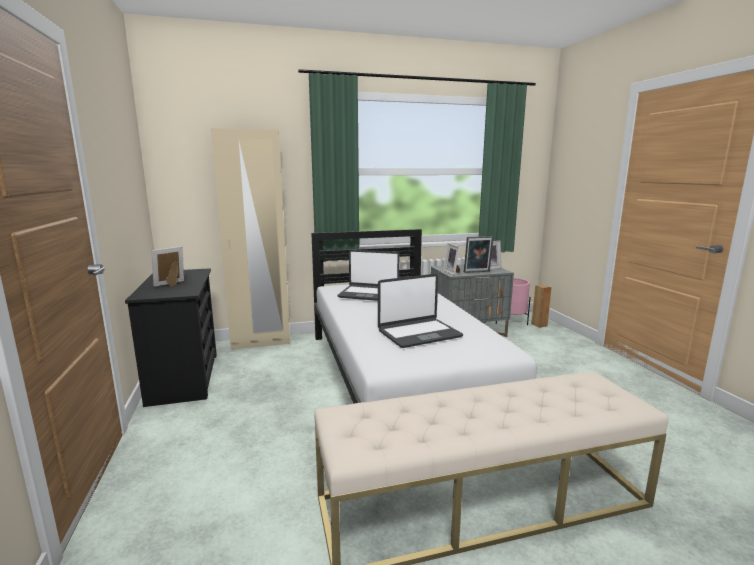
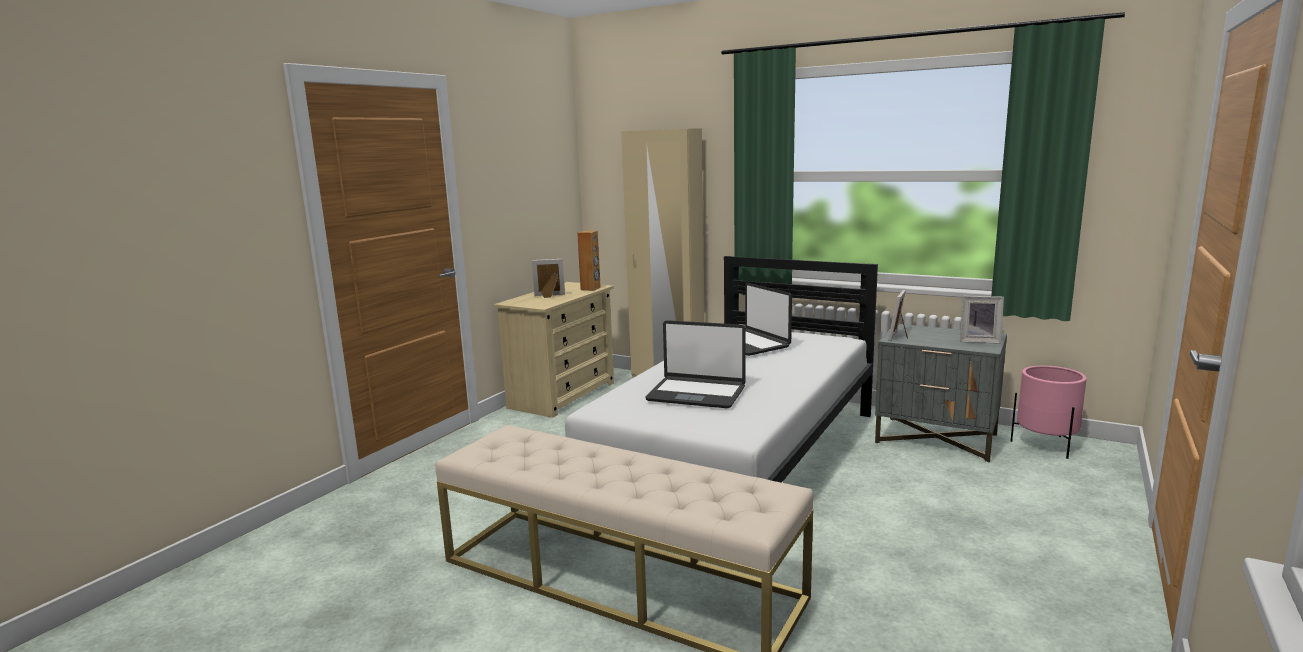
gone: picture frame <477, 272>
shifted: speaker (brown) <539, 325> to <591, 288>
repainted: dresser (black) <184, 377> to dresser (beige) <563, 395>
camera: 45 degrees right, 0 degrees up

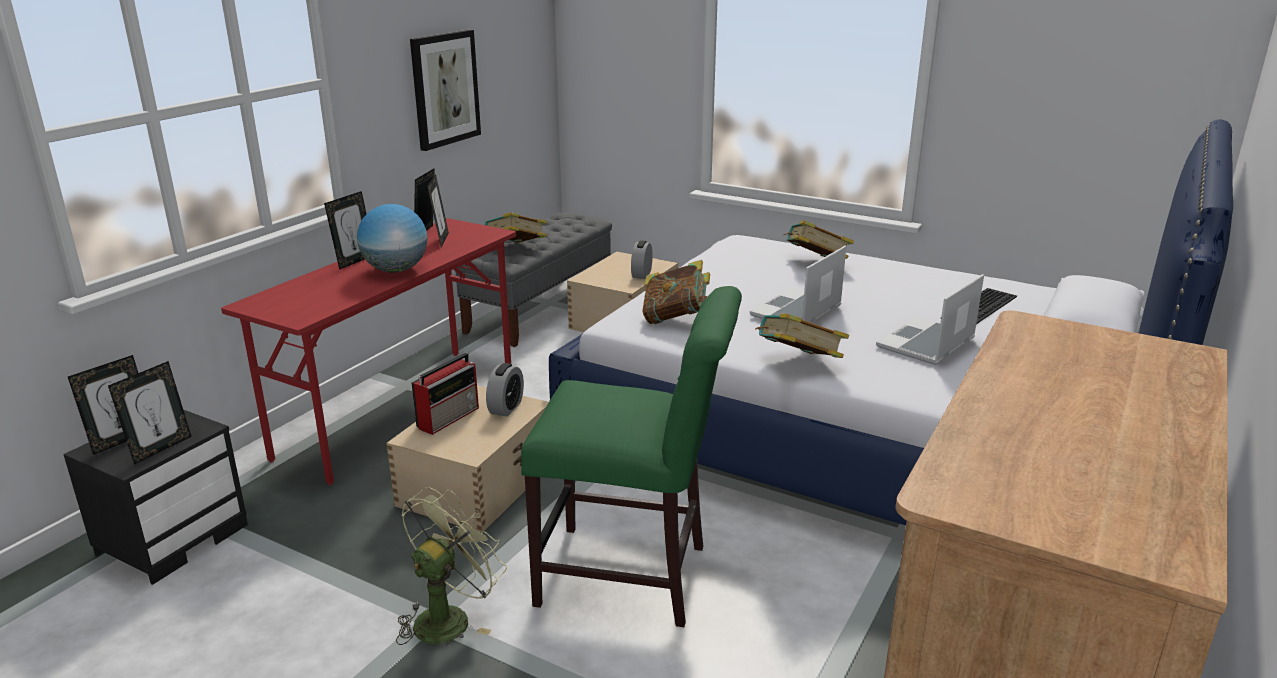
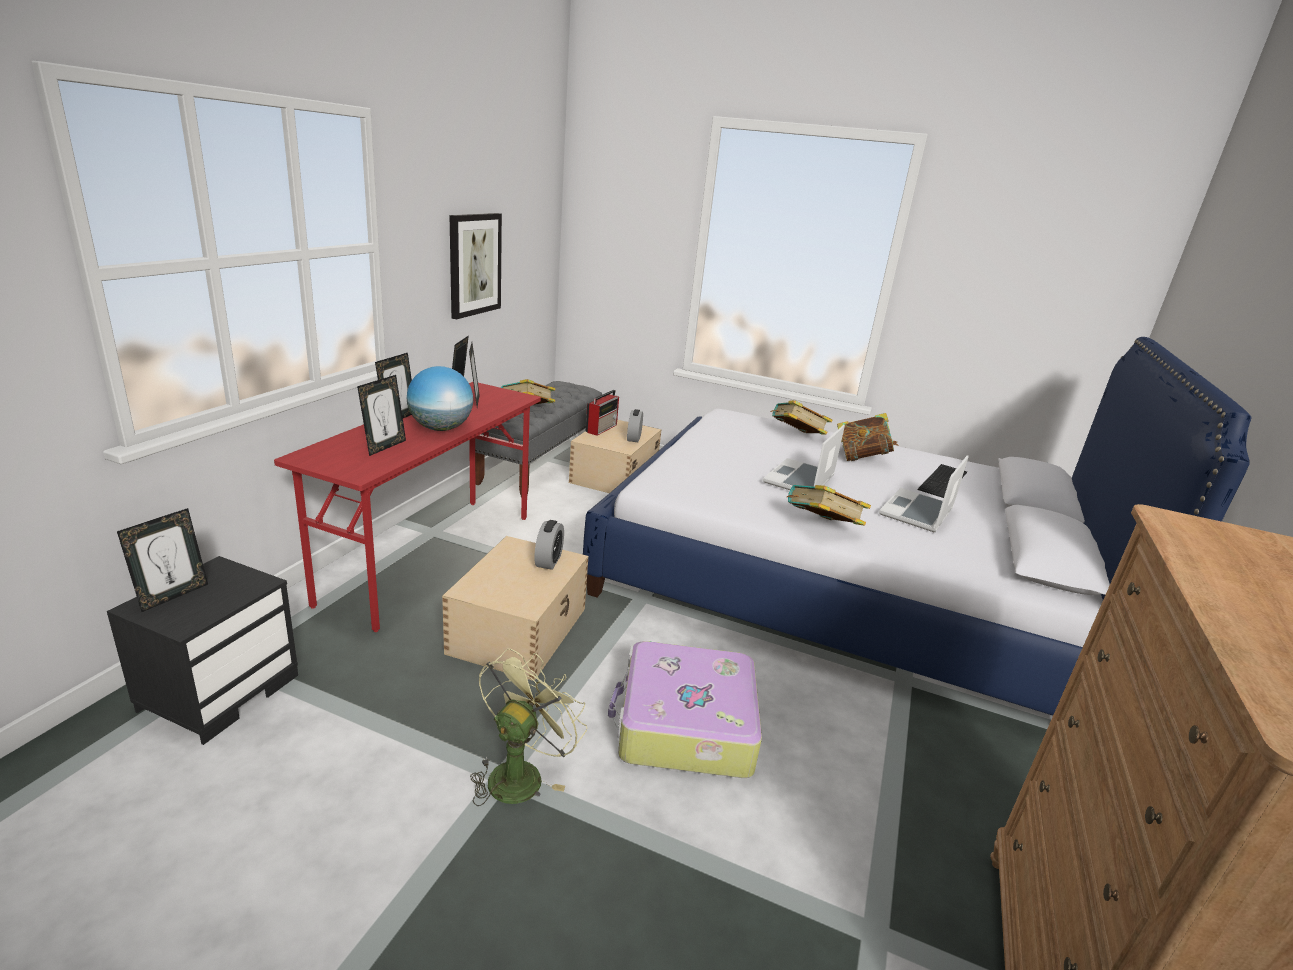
shifted: book <676, 318> to <861, 457>; radio <449, 417> to <602, 428>; picture frame <160, 448> to <384, 447>
swapped: chair (green) <633, 577> to suitcase <684, 725>
camera: 10 degrees left, 0 degrees up

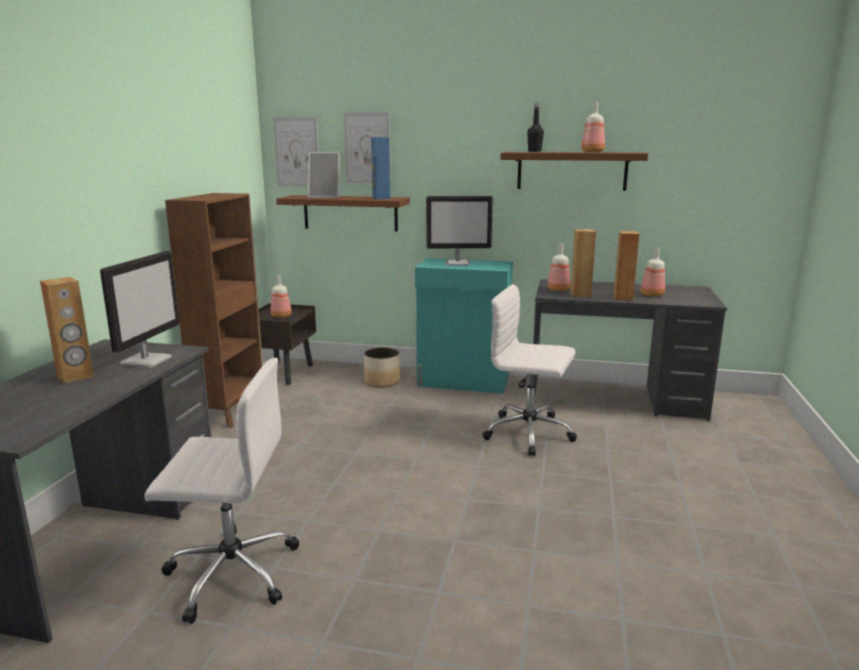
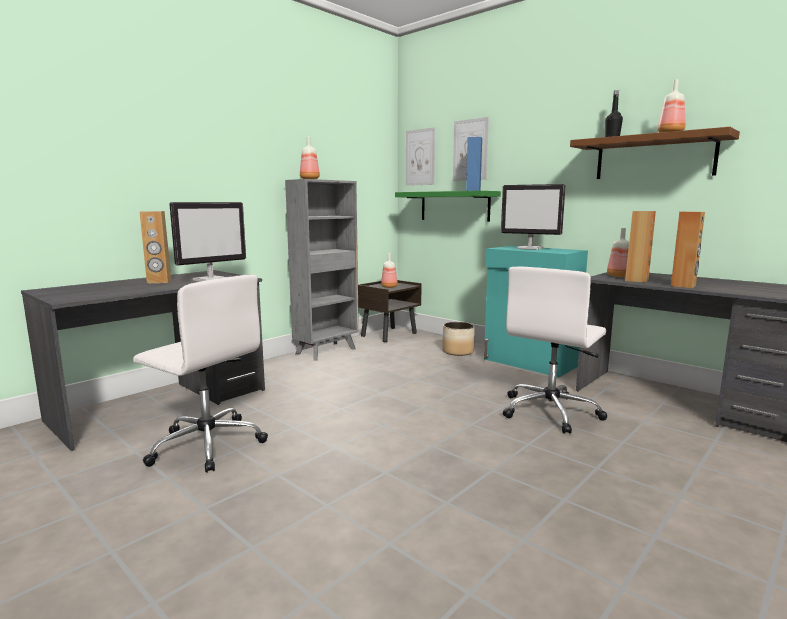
gone: picture frame <325, 197>
shifted: bottle <651, 295> to <309, 179>
repainted: bookcase (brown) <231, 411> to bookcase (grey) <327, 351>; shelf (brown) <350, 213> to shelf (green) <454, 206>
rotated: office chair (white) <530, 433> = <550, 411> 105 degrees counterclockwise
camera: 30 degrees right, 5 degrees down

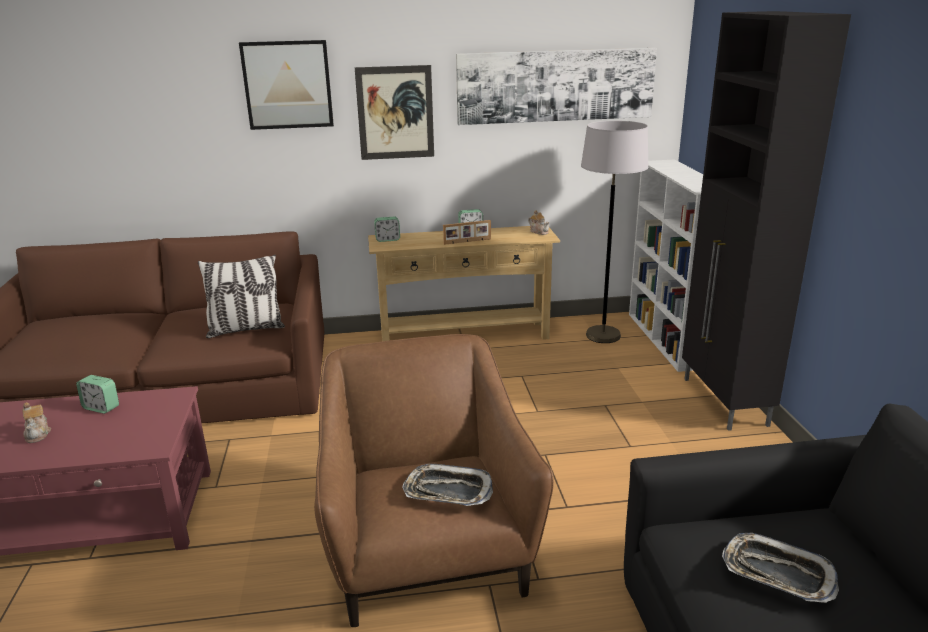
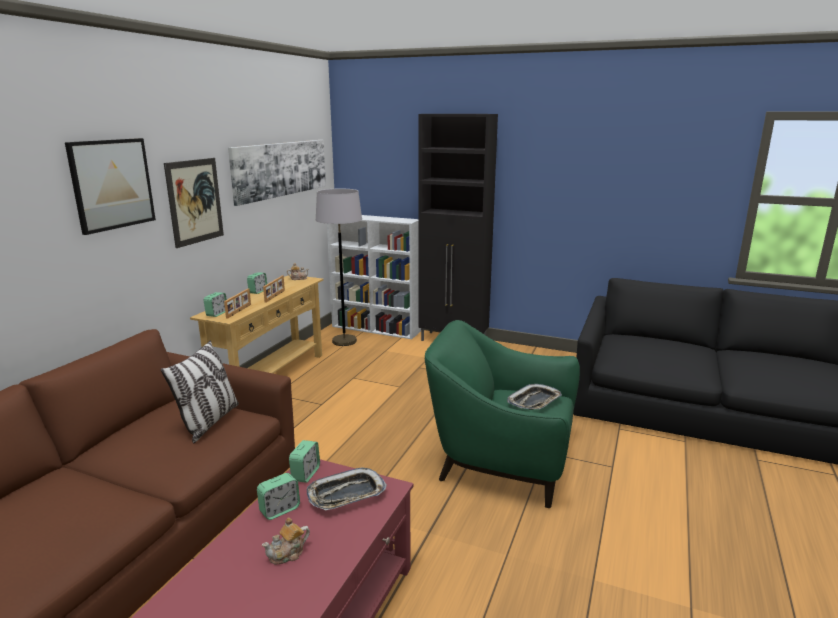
new: picture frame <239, 311>; alarm clock <305, 474>
shifted: tray <777, 574> to <346, 494>
repainted: armchair (brown) <427, 551> to armchair (green) <501, 463>
rotated: teapot <38, 433> = <287, 554> 135 degrees clockwise
camera: 60 degrees left, 5 degrees down

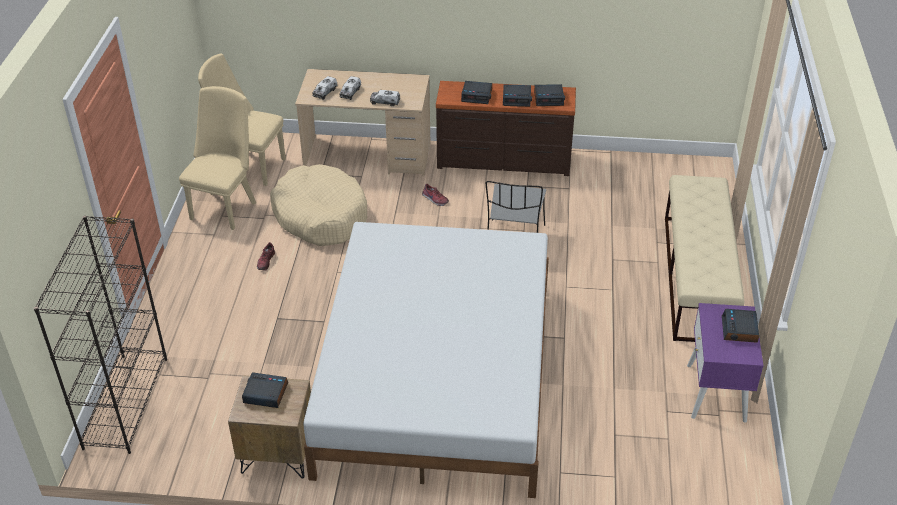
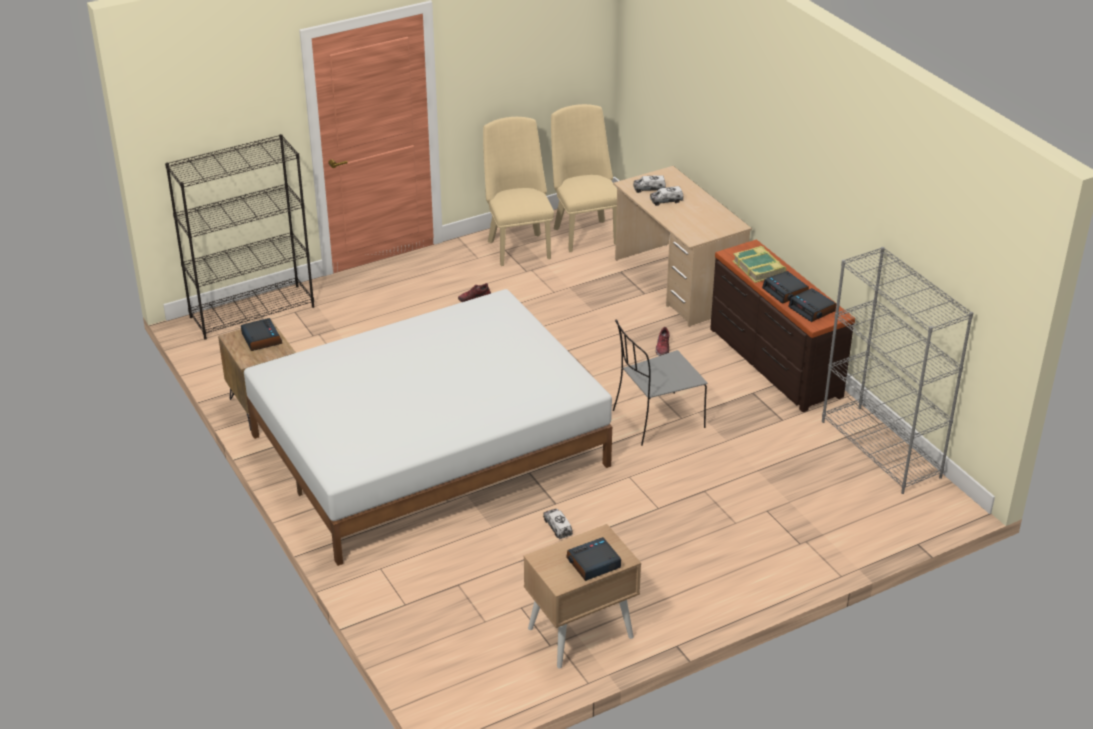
gone: dog bed (beige) <321, 216>; bench (beige) <696, 278>
new: bookcase (grey) <881, 449>
shifted: toy truck <385, 102> to <557, 527>
swapped: alarm clock <477, 95> to book <759, 268>
repainted: nightstand (purple) <716, 393> to nightstand (beige) <580, 633>
rotated: chair (beige) <225, 207> = <518, 246> 90 degrees counterclockwise
camera: 55 degrees right, 5 degrees down

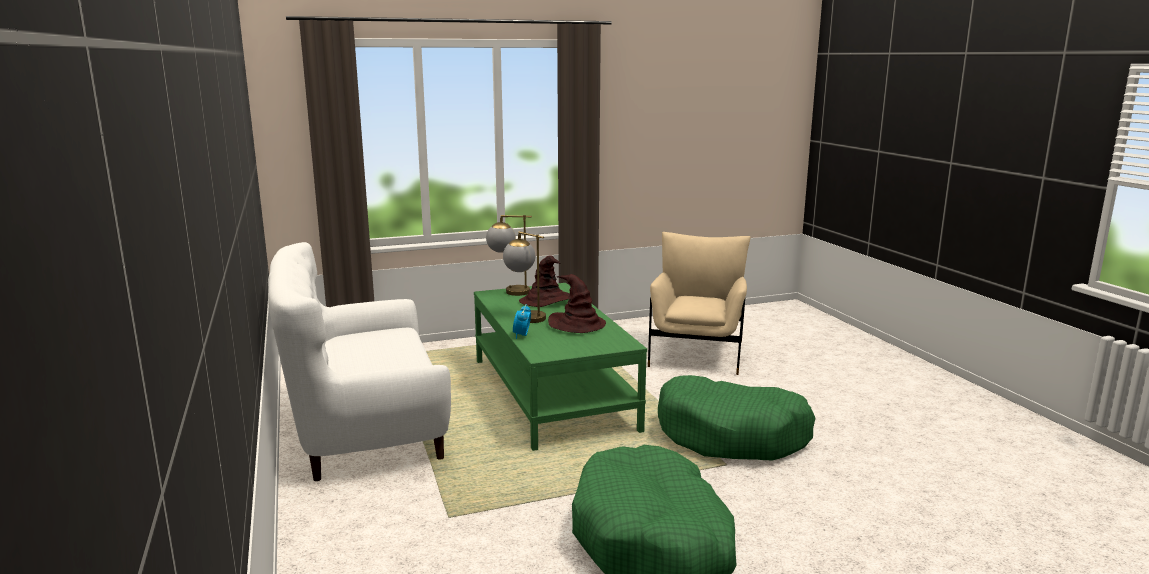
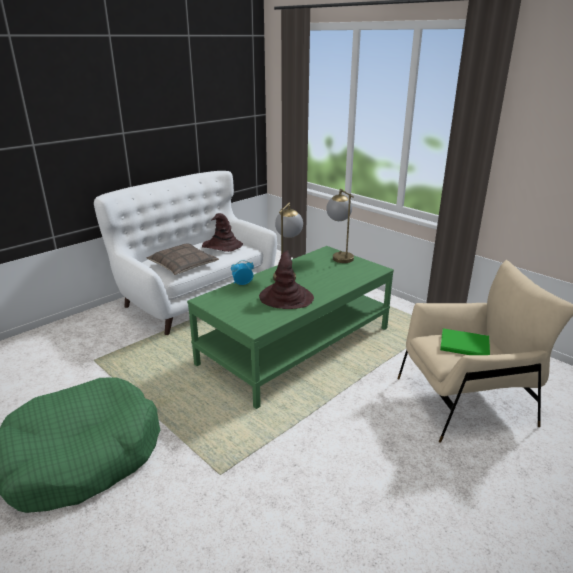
gone: dog bed (green) <732, 435>
new: pillow <183, 266>; book (green) <466, 346>
shifted: hat (brown) <546, 300> to <222, 246>
camera: 65 degrees right, 10 degrees up

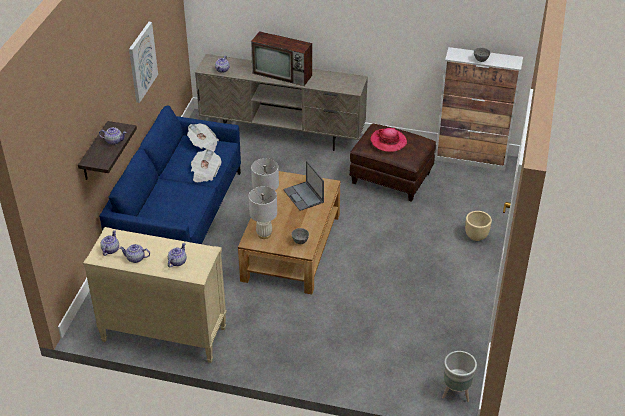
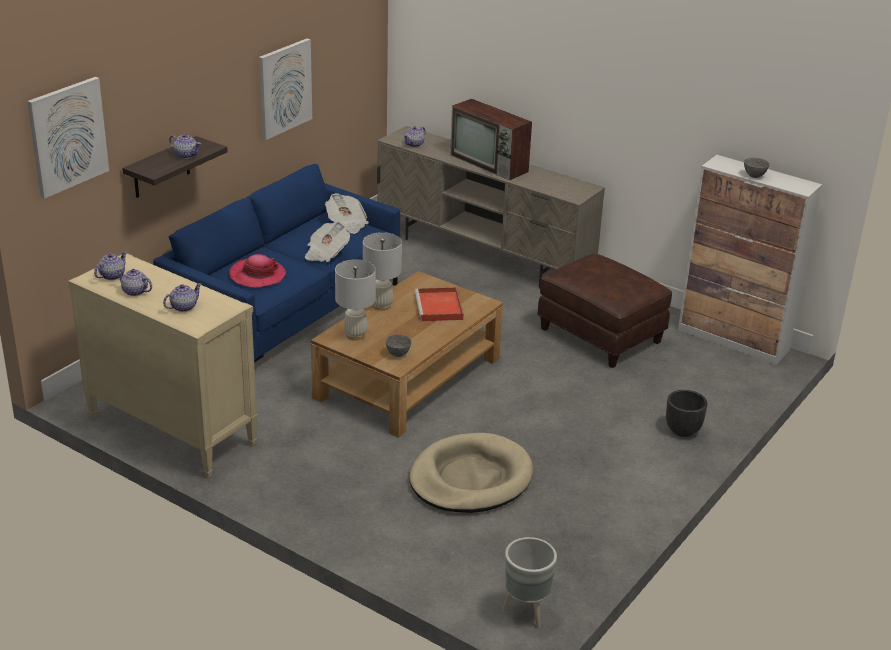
new: picture <67, 136>; dog bed (beige) <470, 478>
shifted: hat <388, 141> to <257, 275>
swapped: laptop <304, 196> to tray (red) <439, 307>
repainted: planter (beige) <476, 236> to planter (black) <683, 430>
camera: 20 degrees right, 10 degrees down

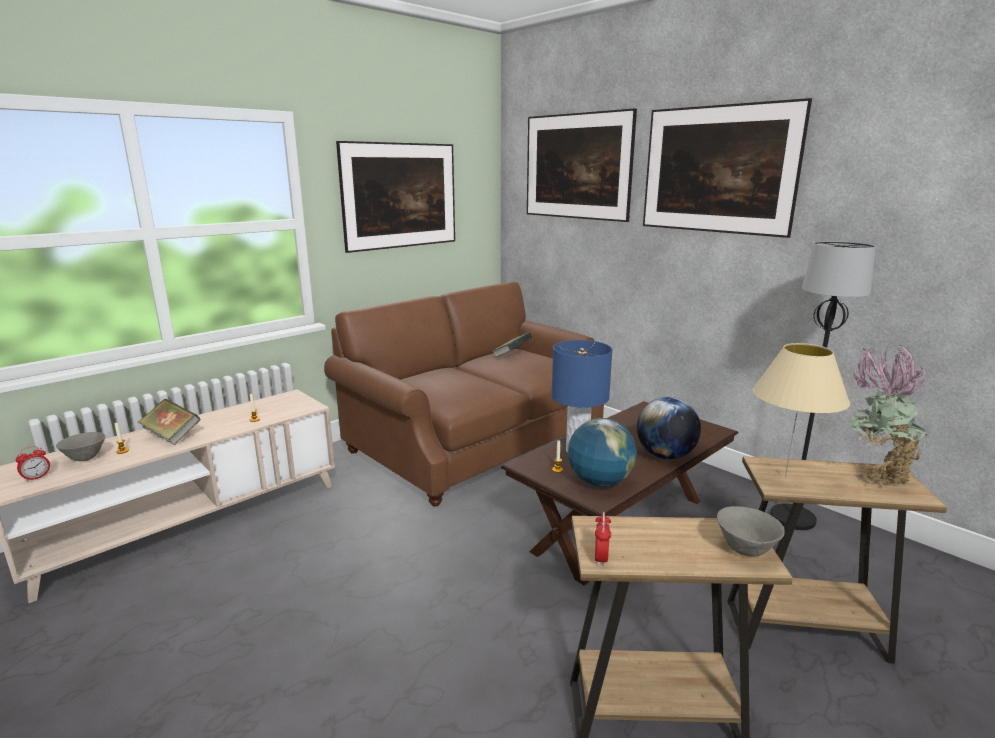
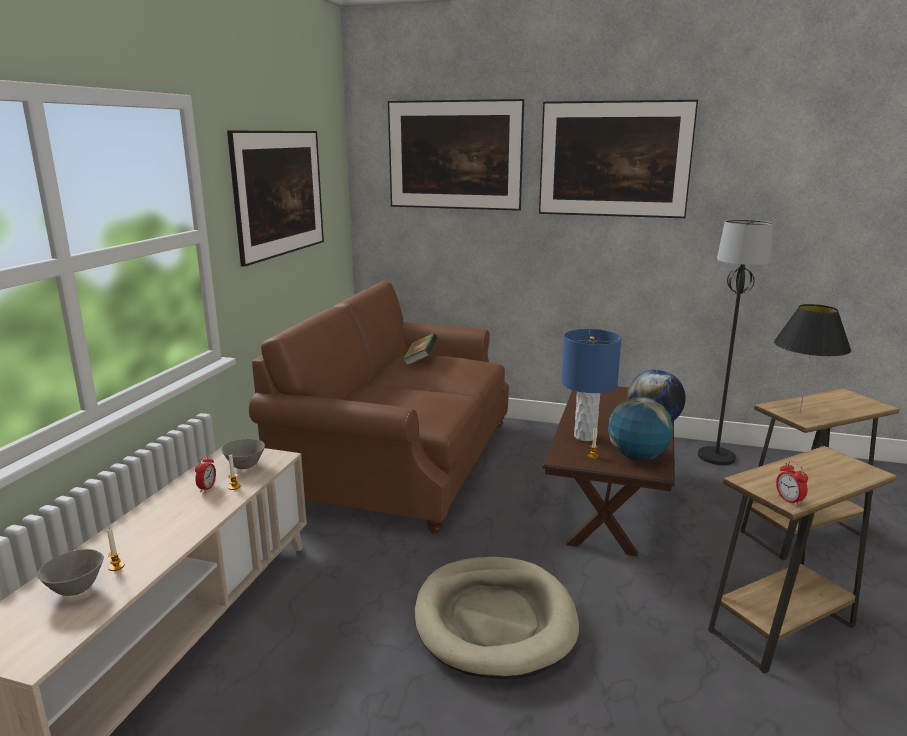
gone: potted plant <874, 475>; book <172, 436>
new: dog bed (beige) <494, 620>
shifted: alarm clock <36, 477> to <207, 488>; bowl (grey) <746, 550> to <245, 466>
repainted: table lamp (beige) <785, 477> to table lamp (black) <800, 413>
camera: 30 degrees left, 0 degrees up

